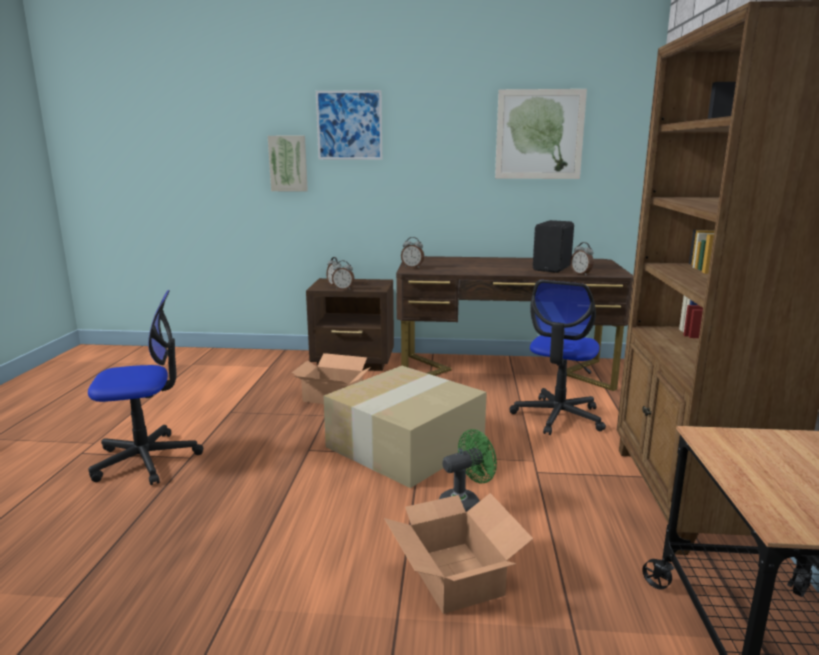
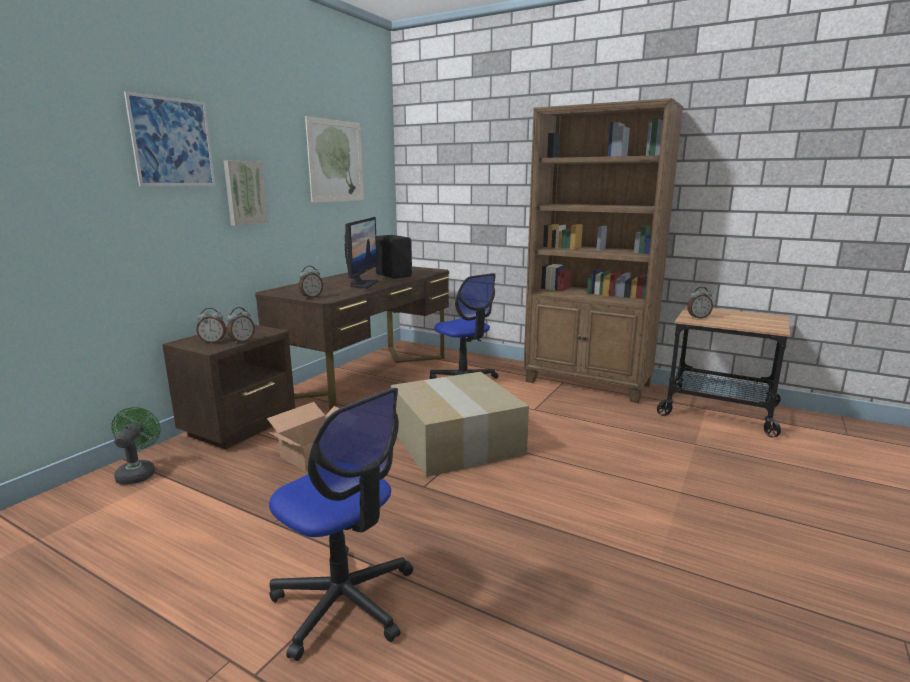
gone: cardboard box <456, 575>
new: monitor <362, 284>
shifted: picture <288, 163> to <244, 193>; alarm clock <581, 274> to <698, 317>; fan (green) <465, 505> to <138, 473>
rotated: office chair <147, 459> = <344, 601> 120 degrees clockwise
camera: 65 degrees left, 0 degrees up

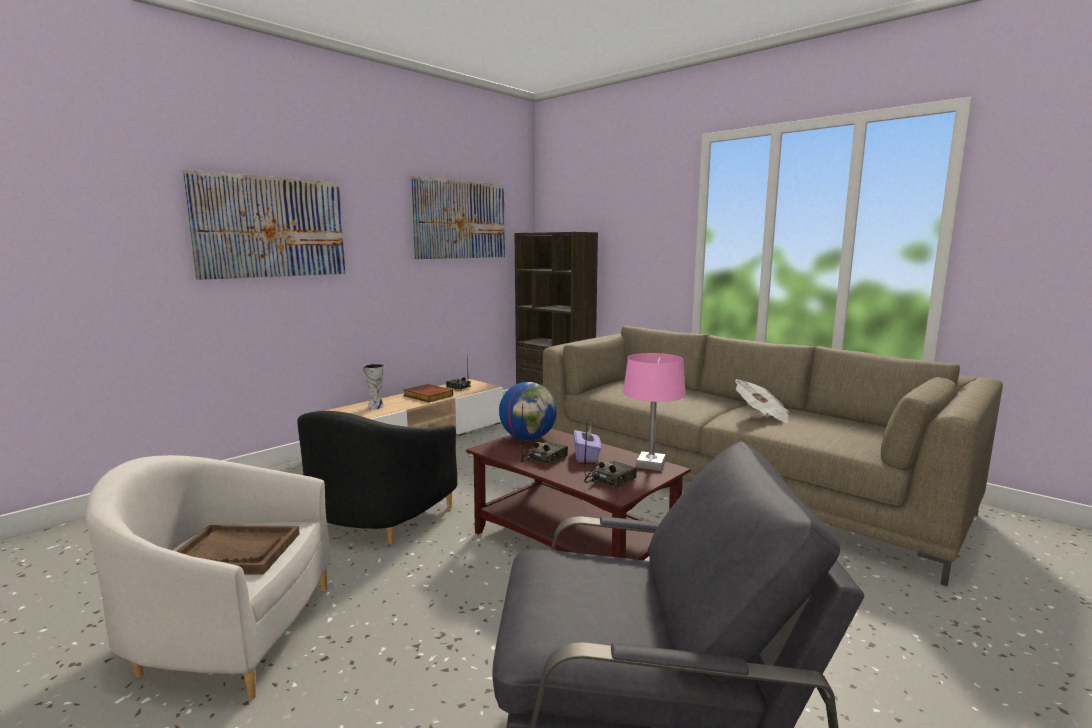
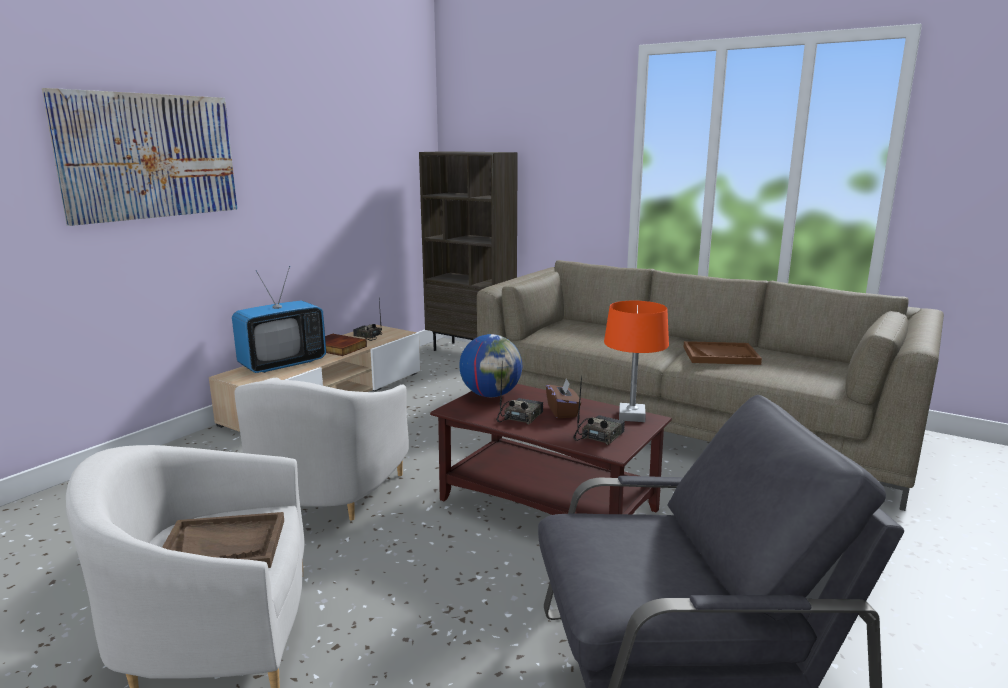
gone: picture <460, 220>
swapped: vase <376, 406> to television <283, 364>; newspaper <762, 415> to tray (brown) <720, 355>
repainted: table lamp (pink) <651, 465> to table lamp (orange) <632, 416>; armchair (black) <378, 519> to armchair (white) <324, 494>; tissue box (purple) <586, 456> to tissue box (brown) <562, 411>
camera: 10 degrees left, 5 degrees up

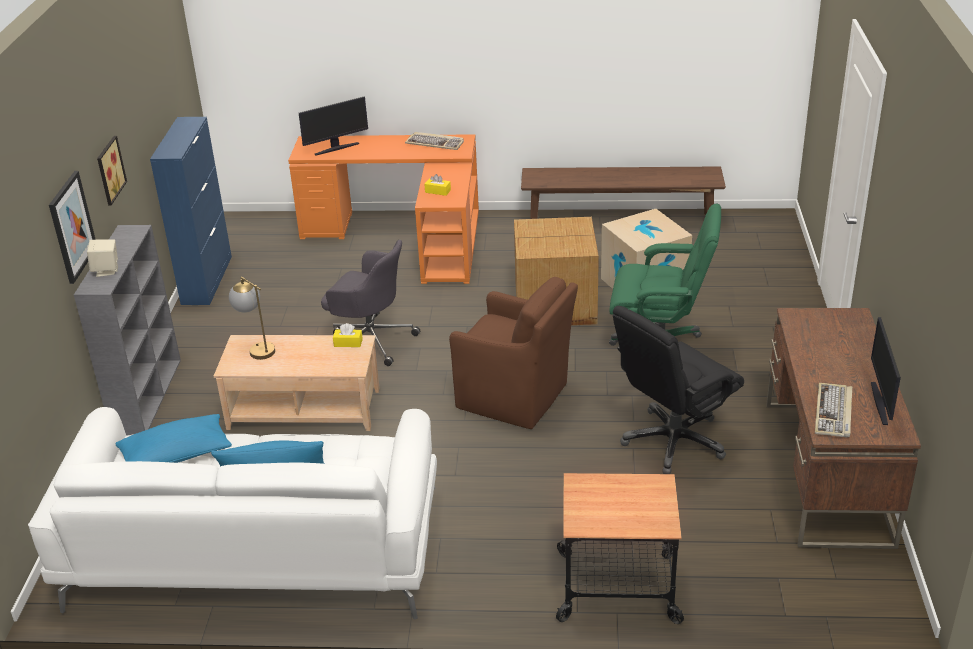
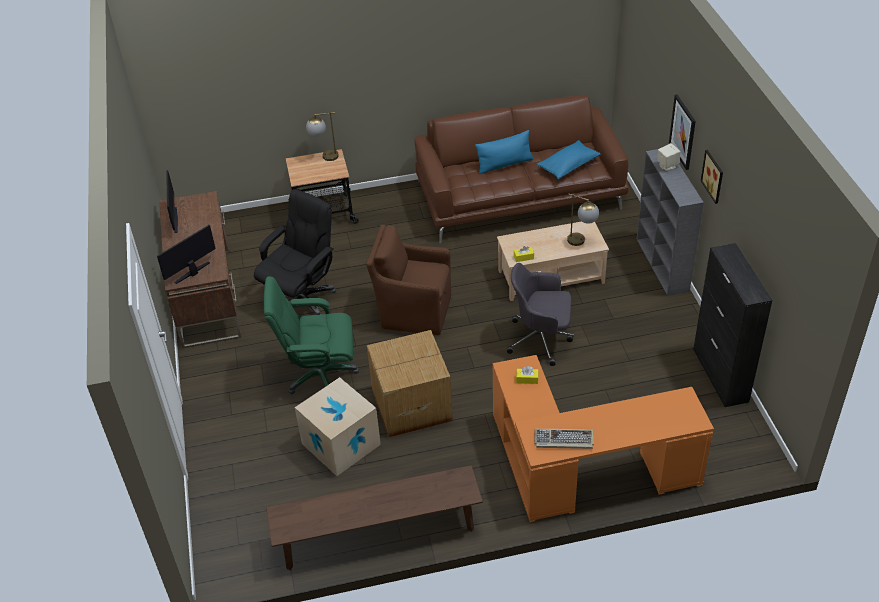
gone: keyboard <834, 413>
new: table lamp <324, 157>
shifted: monitor <336, 148> to <193, 273>
repainted: cabinet (blue) <207, 280> to cabinet (black) <720, 375>; sofa (white) <254, 548> to sofa (brown) <520, 195>
camera: 165 degrees right, 10 degrees up

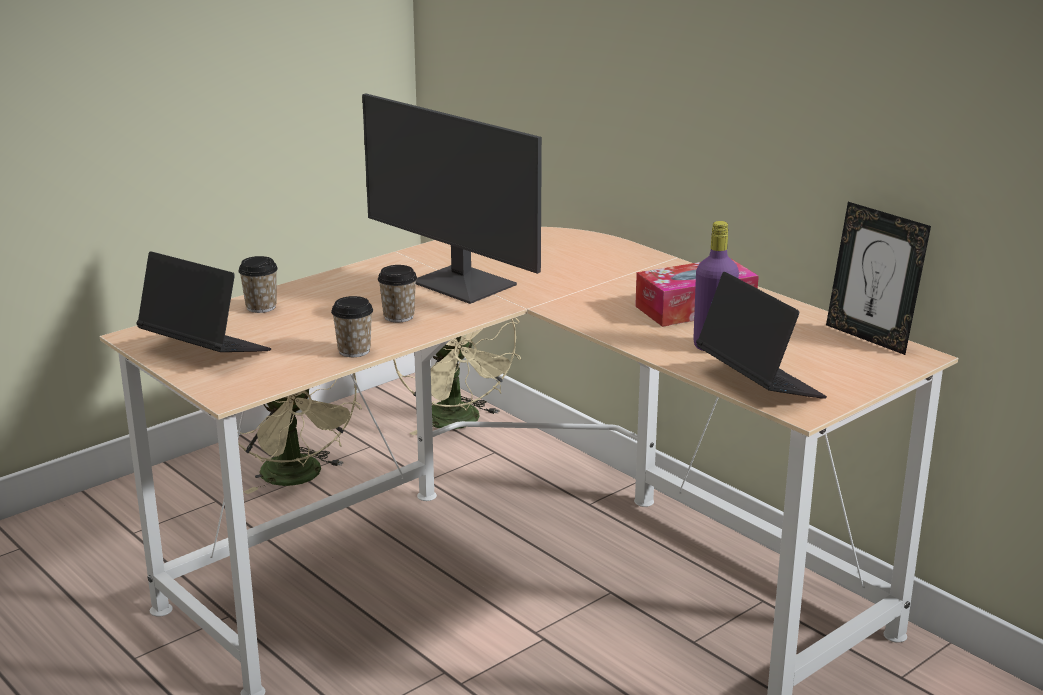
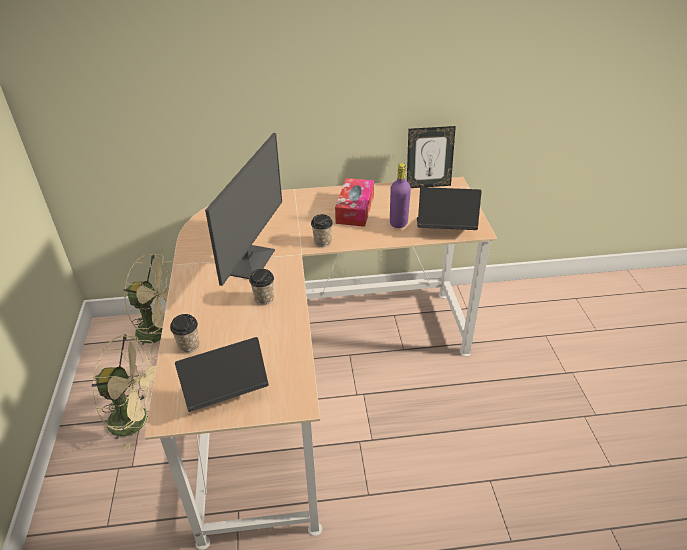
shifted: cup <354, 351> to <322, 242>
rotated: monitor <462, 284> = <248, 261> 60 degrees counterclockwise
camera: 55 degrees left, 15 degrees up

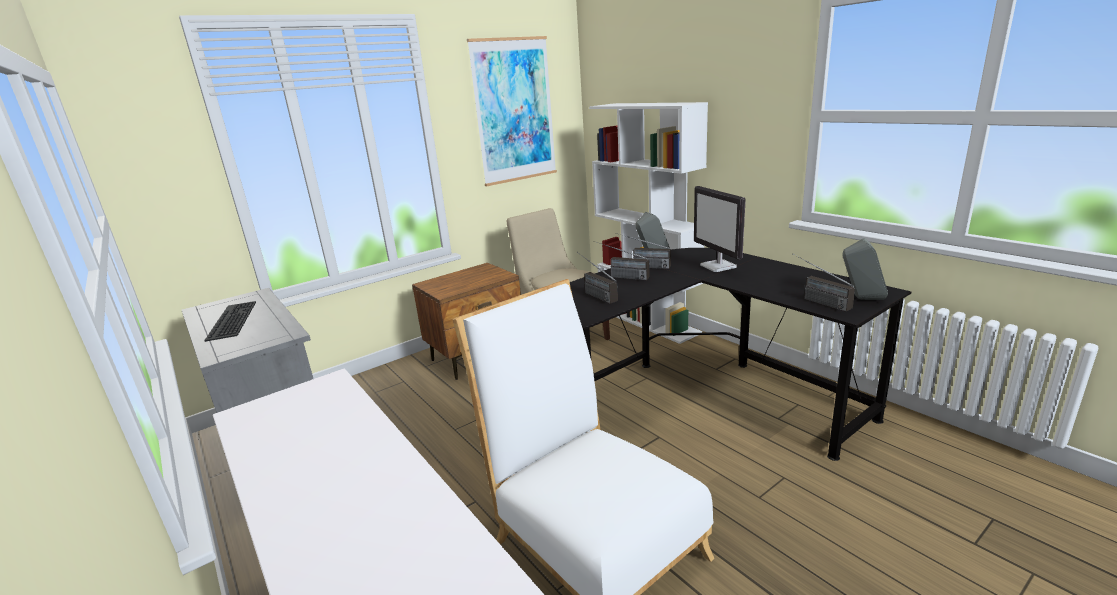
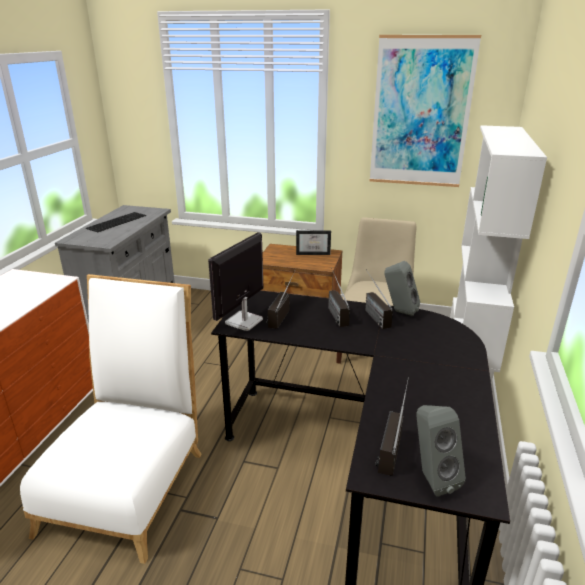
new: picture frame <313, 253>
shifted: monitor <718, 266> to <243, 322>
camera: 50 degrees right, 5 degrees up

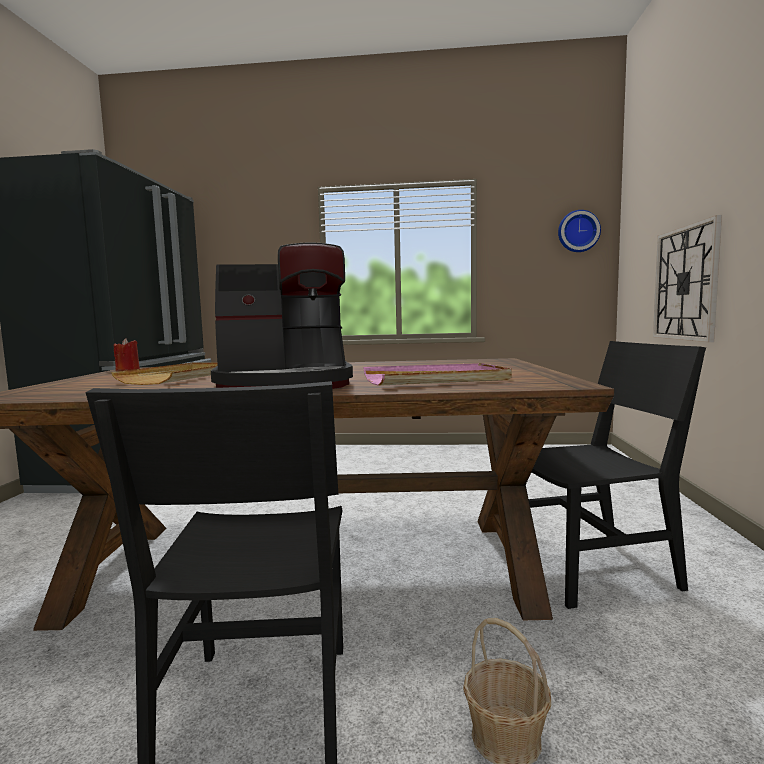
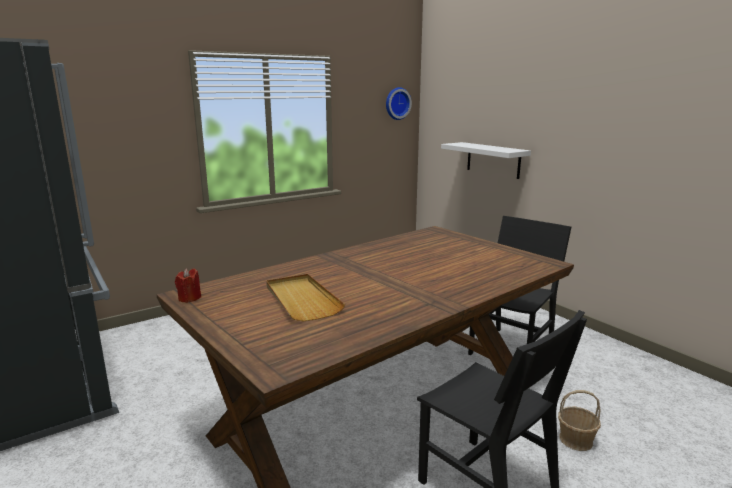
gone: coffee machine <285, 384>; tray (pink) <436, 380>
swapped: wall clock <685, 283> to shelf (white) <493, 160>
camera: 40 degrees left, 10 degrees up

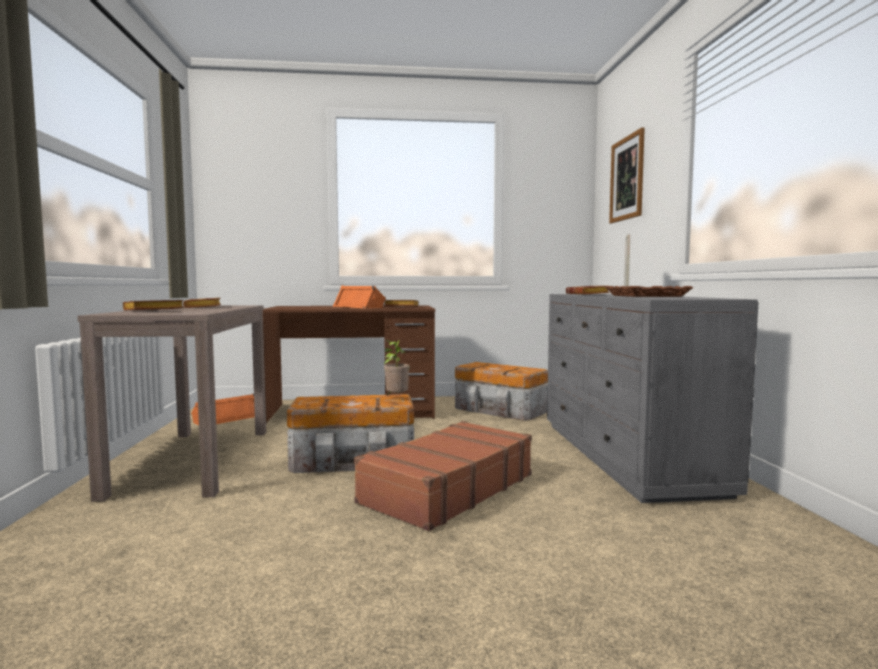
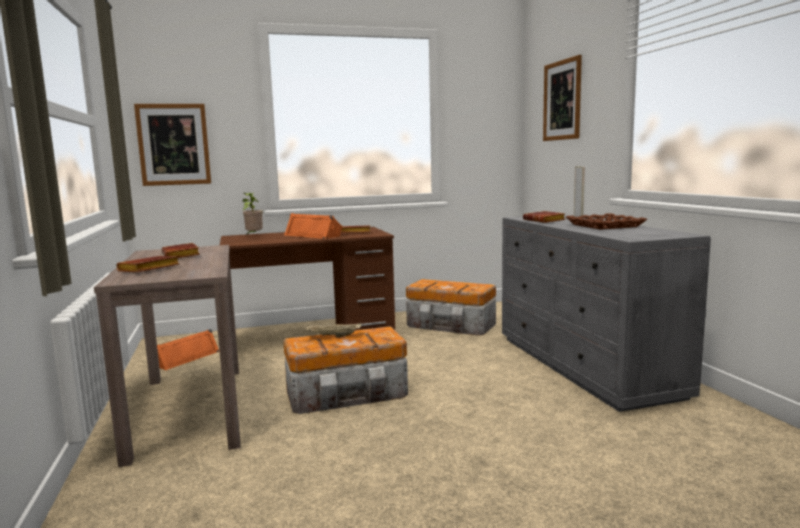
gone: suitcase (brown) <447, 489>
new: picture <173, 144>; tray (beige) <333, 337>
shifted: potted plant <396, 398> to <253, 236>
camera: 10 degrees left, 5 degrees up

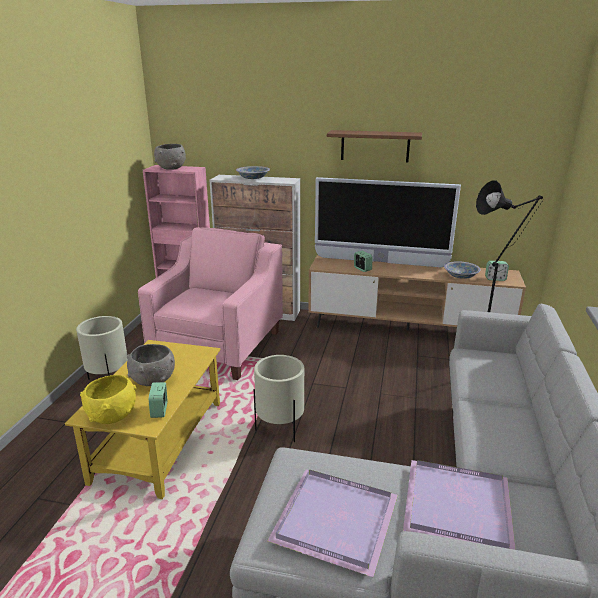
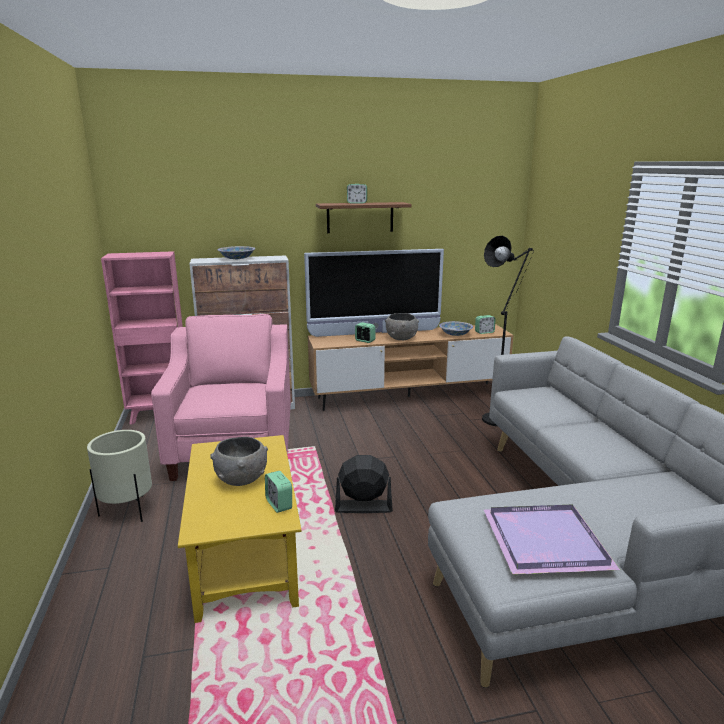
gone: bowl (yellow) <112, 416>; tray (purple) <455, 507>
new: alarm clock <357, 203>
shifted: bowl (grey) <171, 168> to <401, 338>
swapped: planter (beige) <280, 428> to fan (black) <363, 507>
camera: 25 degrees left, 5 degrees down

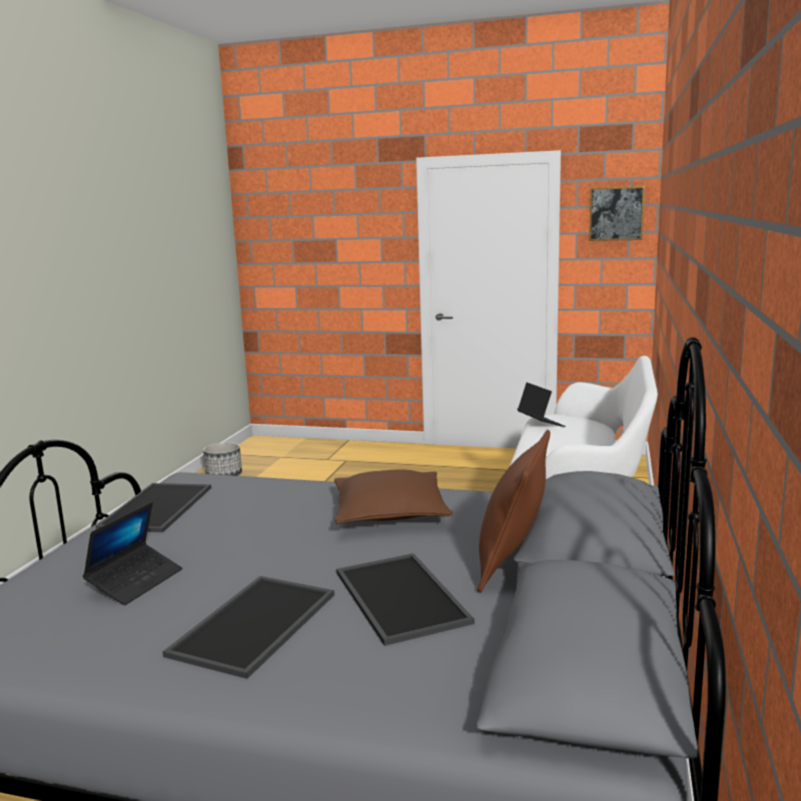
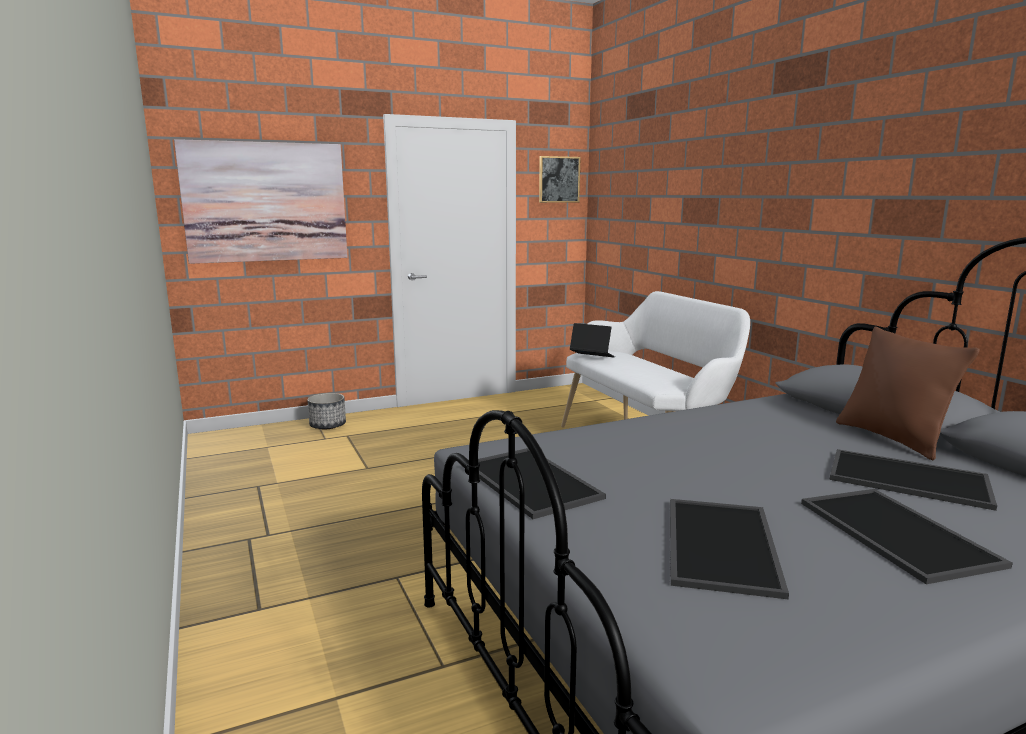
gone: pillow (brown) <390, 512>
new: picture <266, 202>
shifted: planter <224, 475> to <328, 425>
swapped: laptop <135, 581> to tray <718, 544>
camera: 40 degrees left, 0 degrees up

